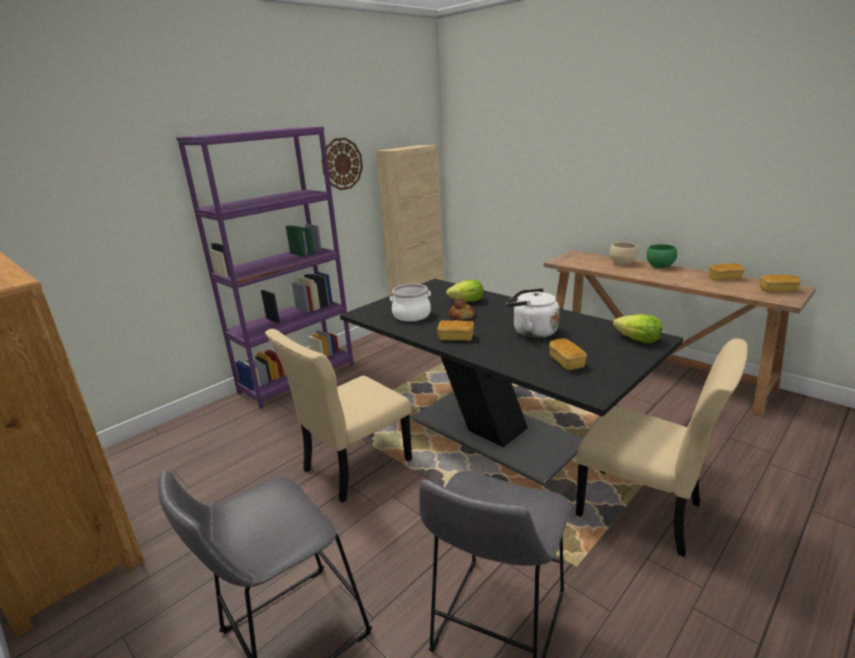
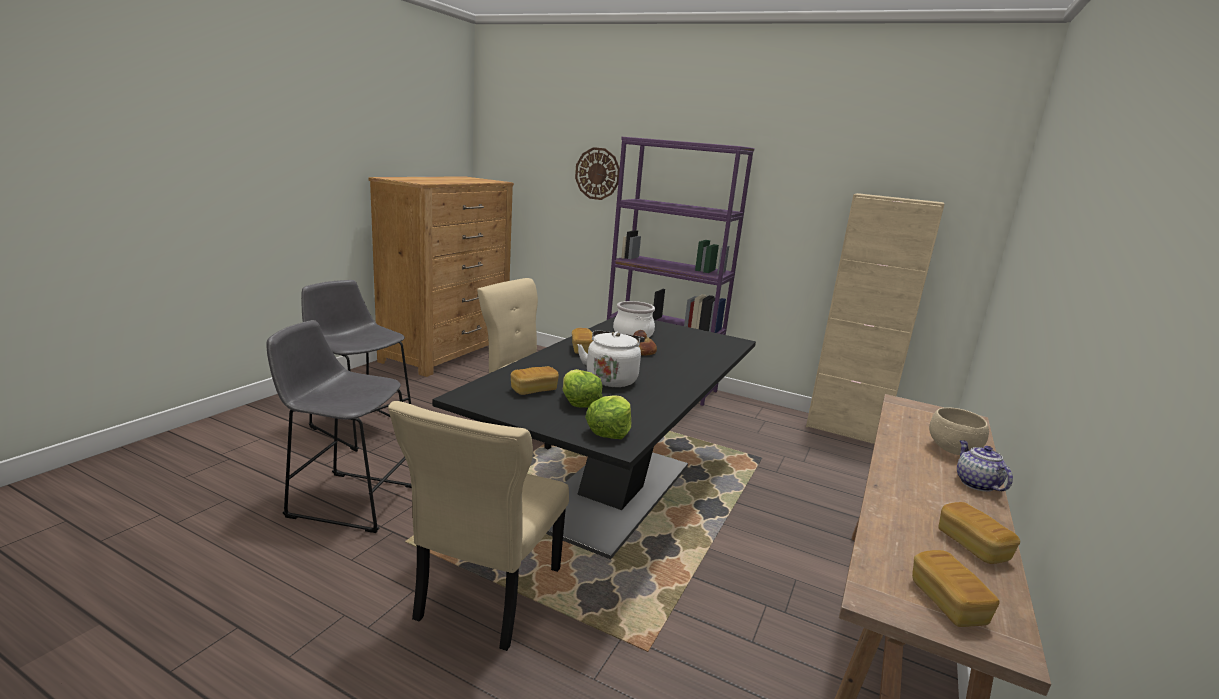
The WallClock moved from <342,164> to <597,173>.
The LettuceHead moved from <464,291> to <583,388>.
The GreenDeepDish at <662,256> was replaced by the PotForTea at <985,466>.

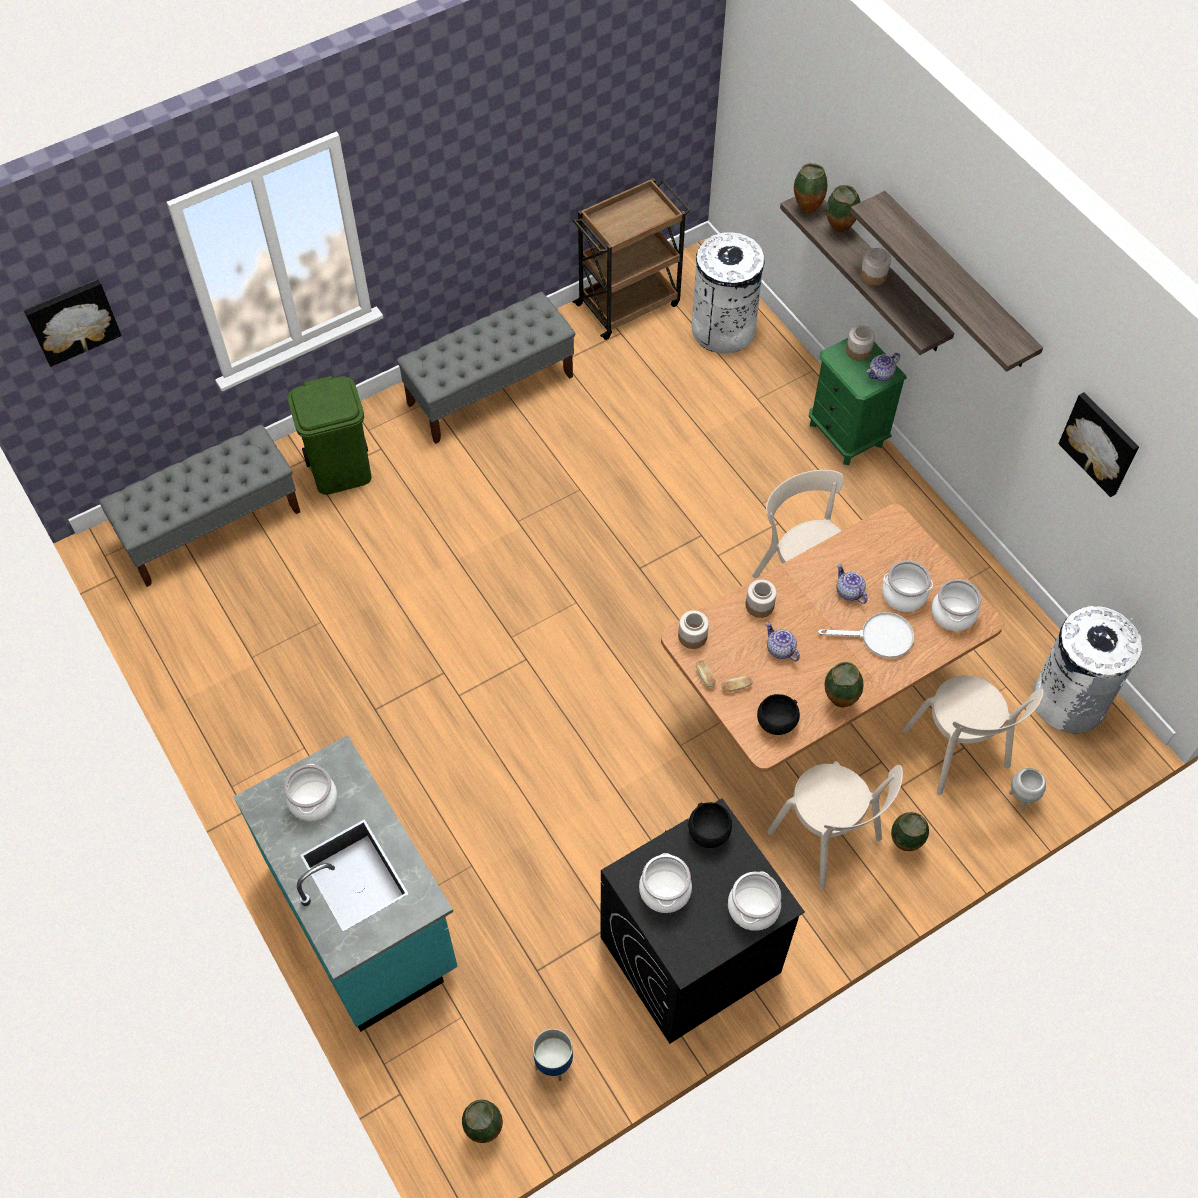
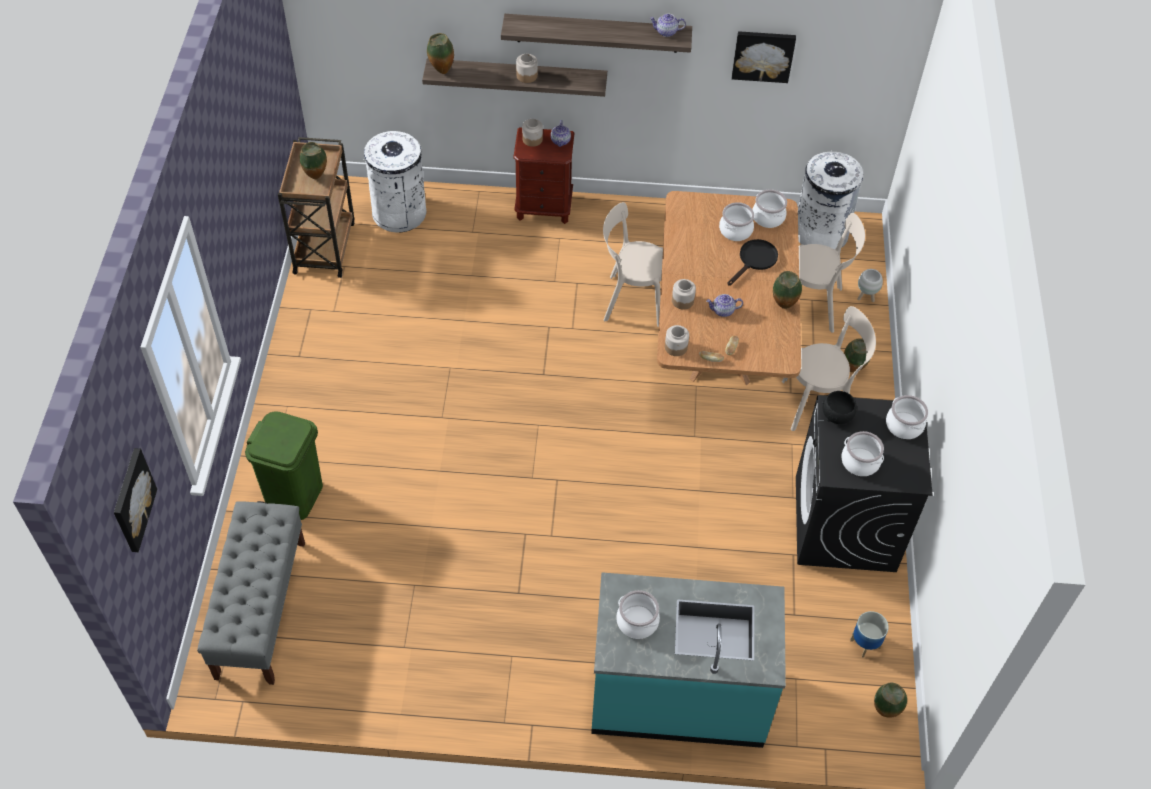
The GreyLongSeat at <486,368> disappeared.
The BlackColouredDeepDish at <778,714> disappeared.
The FlowerVase moved from <843,209> to <313,160>.
The PotForTea moved from <852,584> to <667,25>.
The GreenNightstand at <858,401> became the BrownColouredNightstand at <543,175>.
The WhiteColouredPan at <866,635> became the BlackColouredPan at <753,262>.

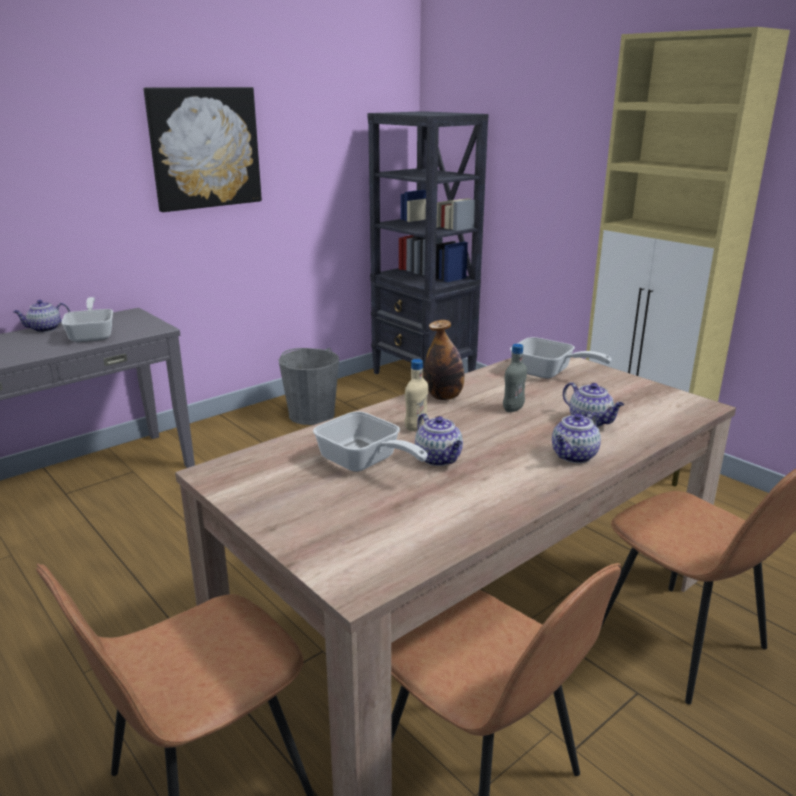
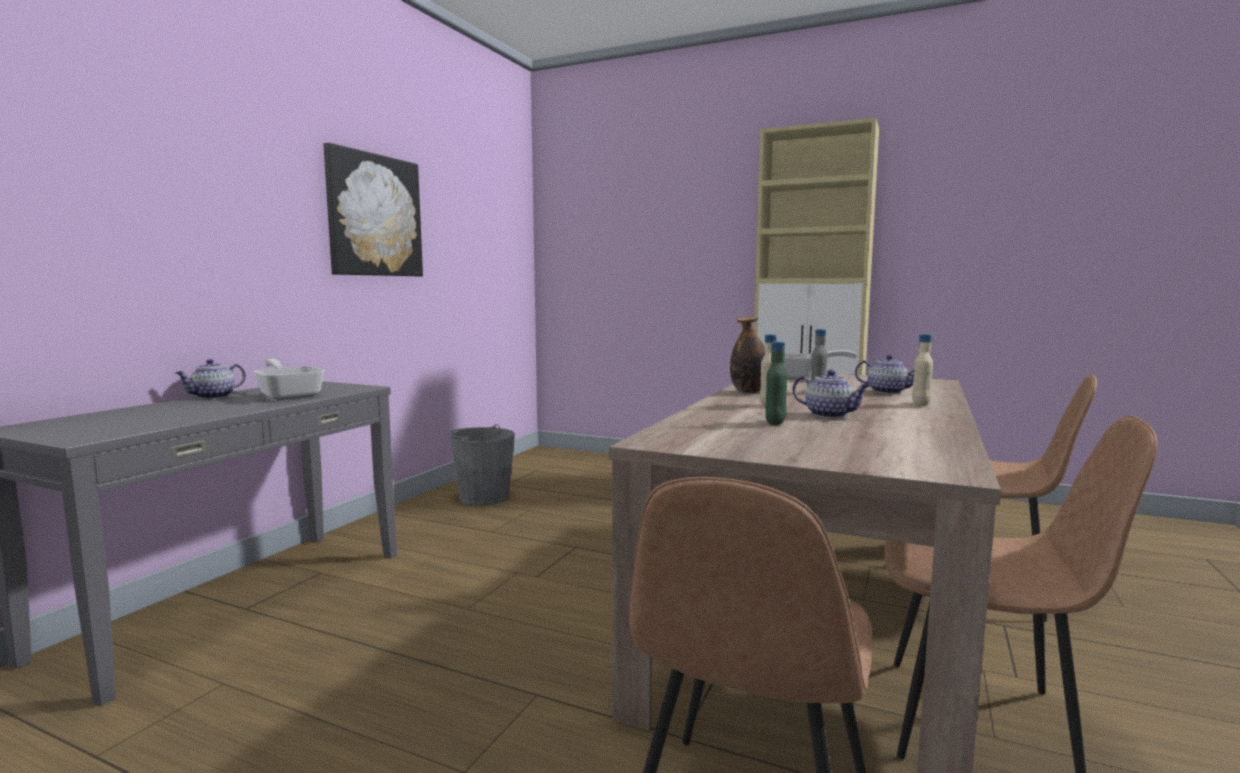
The BlackColouredBookshelf at <428,245> disappeared.
The Pan at <370,441> was replaced by the GreenBeverageBottle at <776,383>.
The PotForTea at <576,437> was replaced by the BeigeColouredBeverageBottle at <922,370>.

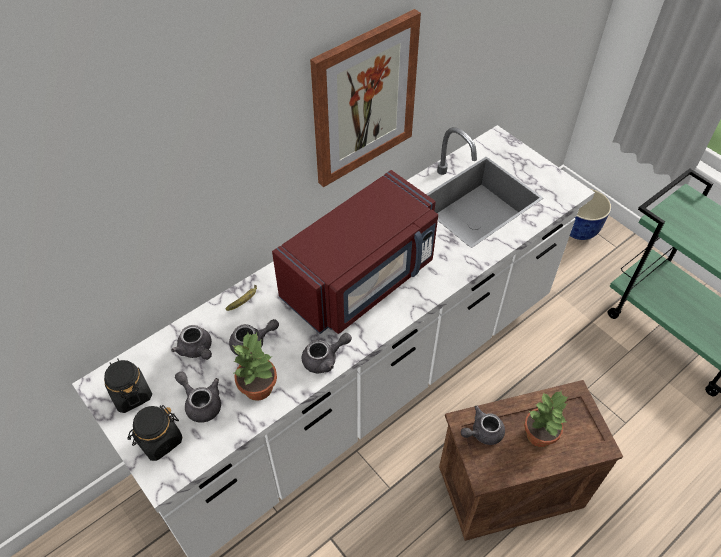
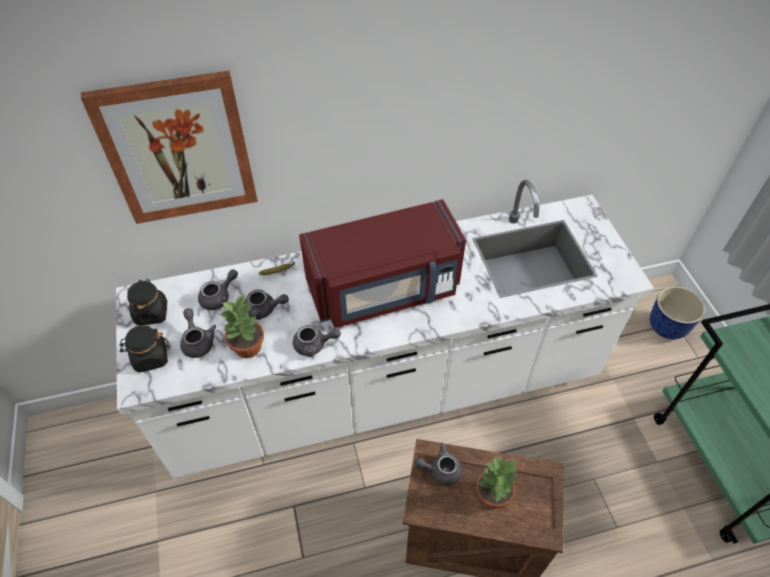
The WallArt moved from <365,98> to <169,147>.
The GreyPotForTea at <191,342> turned 120 degrees counterclockwise.

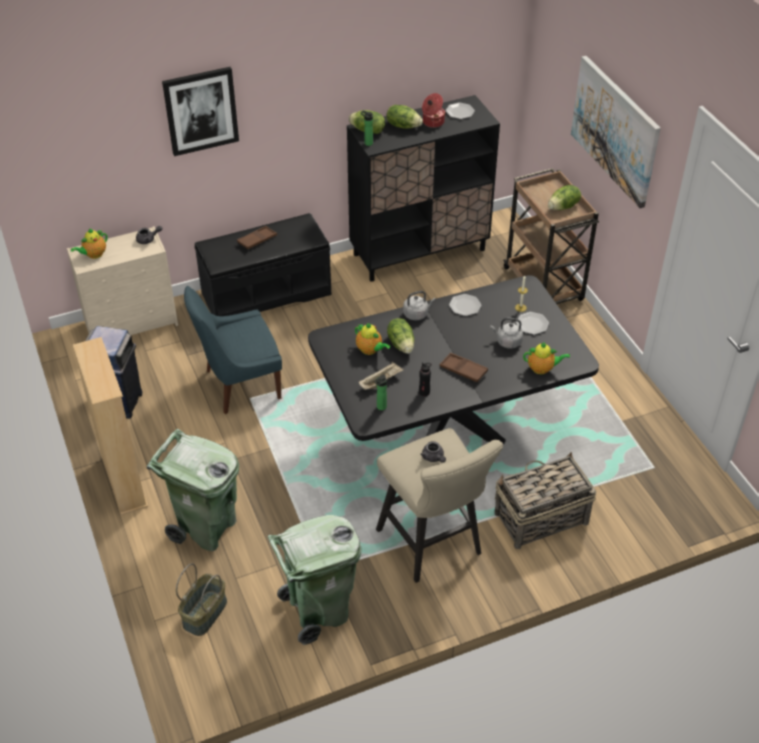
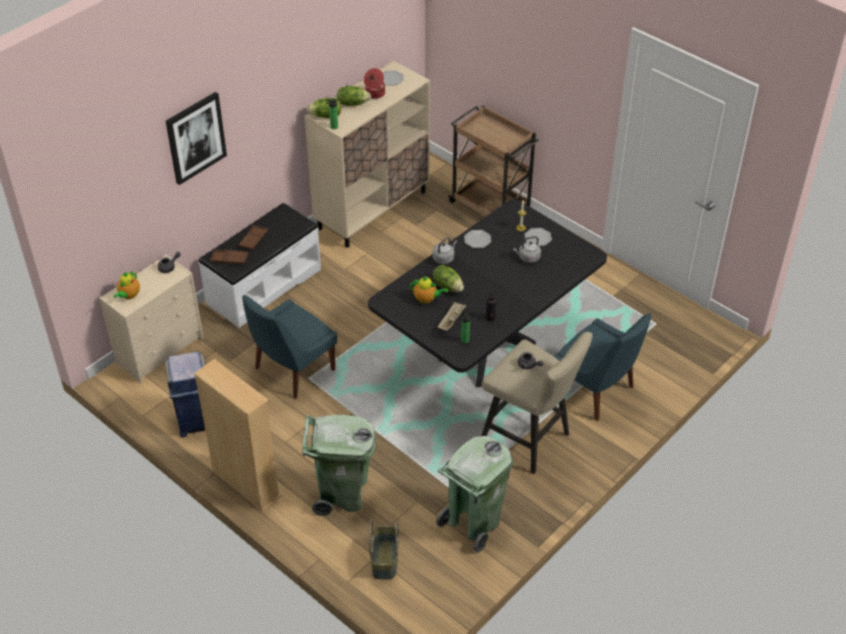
The PotForTea at <546,358> disappeared.
The LettuceHead at <564,197> disappeared.
The WallArt at <616,132> disappeared.
The BrownColouredTray moved from <464,367> to <229,257>.
The Basket at <545,500> was replaced by the BluePlainChair at <602,367>.
The BlackColouredLongSeat at <262,264> became the WhiteColouredLongSeat at <259,265>.
The BlackColouredStorageCabinet at <423,188> became the BeigeColouredStorageCabinet at <367,154>.

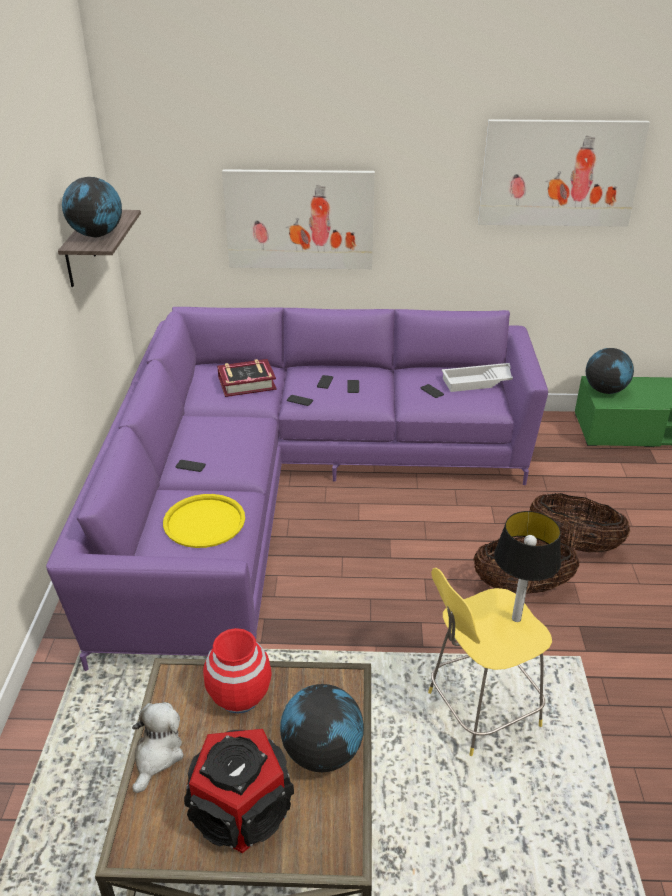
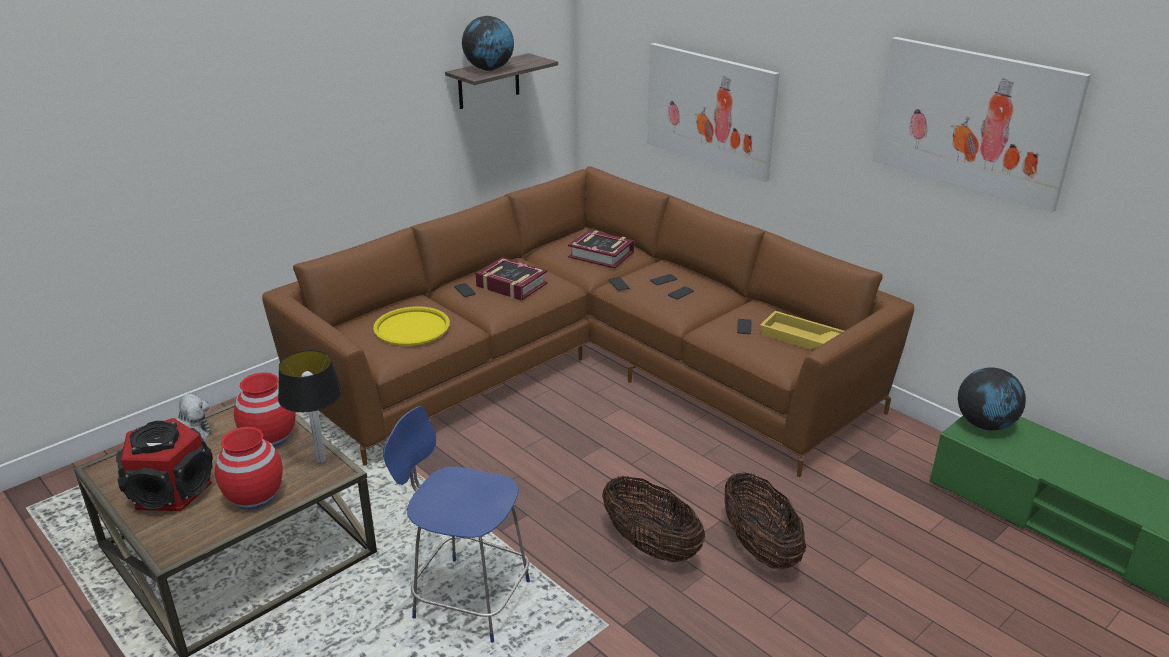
The BoundBook at <511,279> appeared.
The TabletopLamp moved from <527,566> to <310,406>.
The WorldGlobe at <322,728> was replaced by the RedColouredFlowerVase at <249,468>.
The PurpleSofa at <297,489> became the BrownColouredSofa at <588,321>.
The YellowishSittingStool at <490,662> became the BlueSittingStool at <456,524>.
The WhiteColouredTray at <477,377> became the YellowishTray at <802,330>.

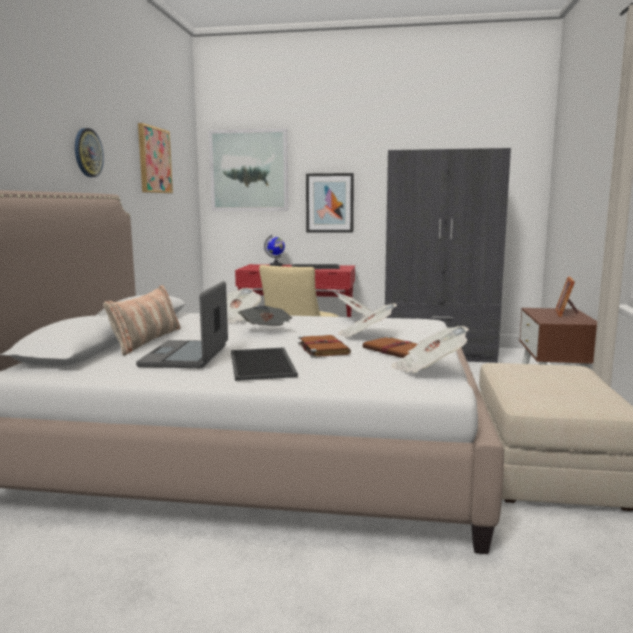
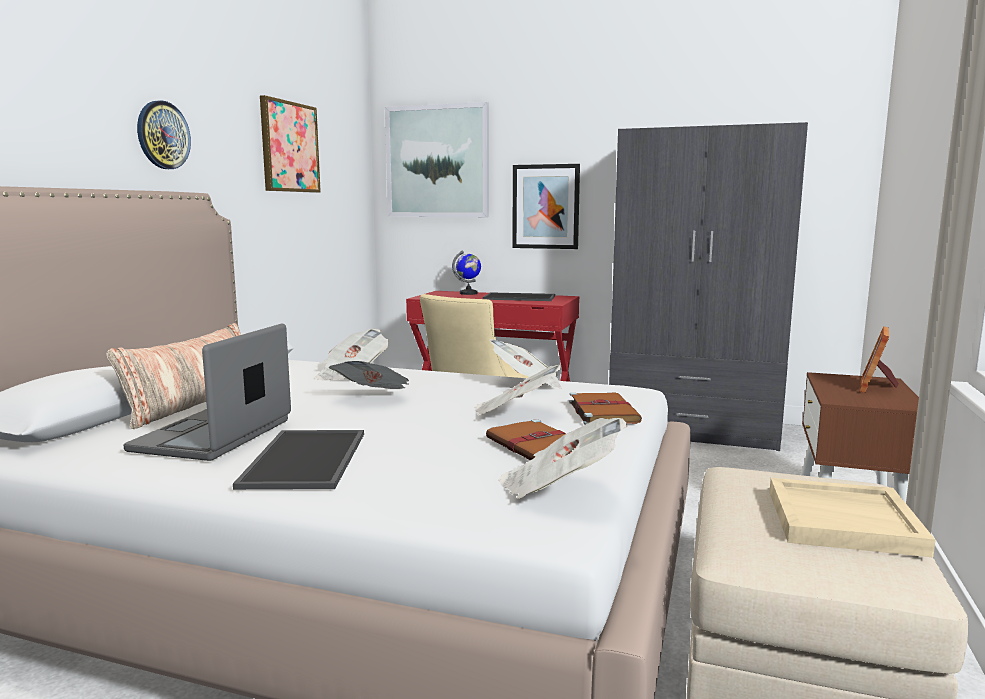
The BeigeColouredTray at <852,517> appeared.
The BrownColouredBoundBook moved from <324,346> to <605,408>.

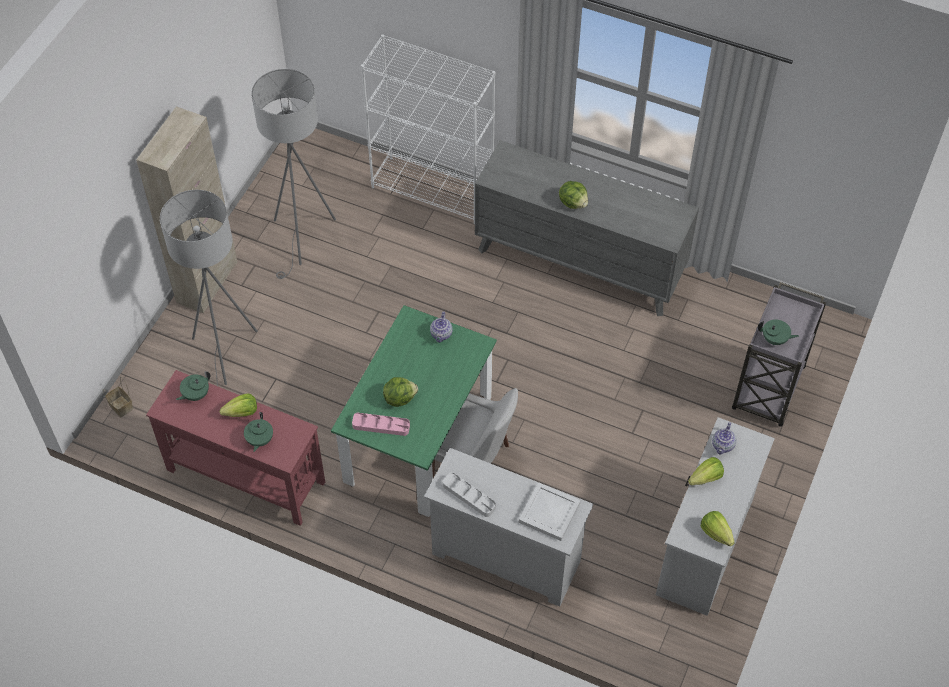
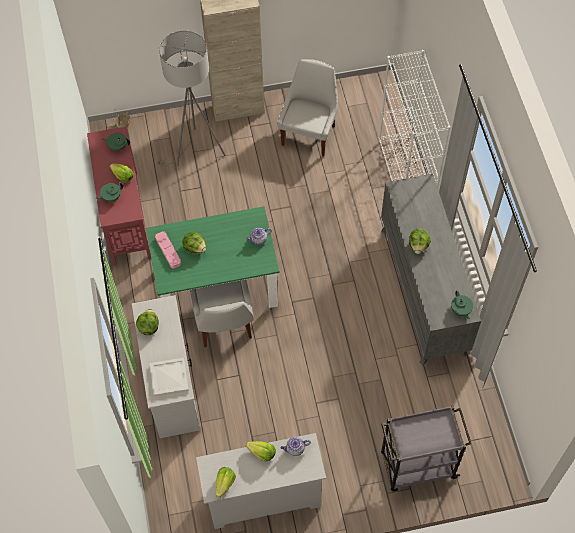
The GreenPotForTea moved from <778,332> to <462,305>.
The GreyFloorLamp at <293,174> was replaced by the WhiteColouredPlainChair at <307,107>.
The GreyTray at <469,495> was replaced by the LettuceHead at <147,322>.

